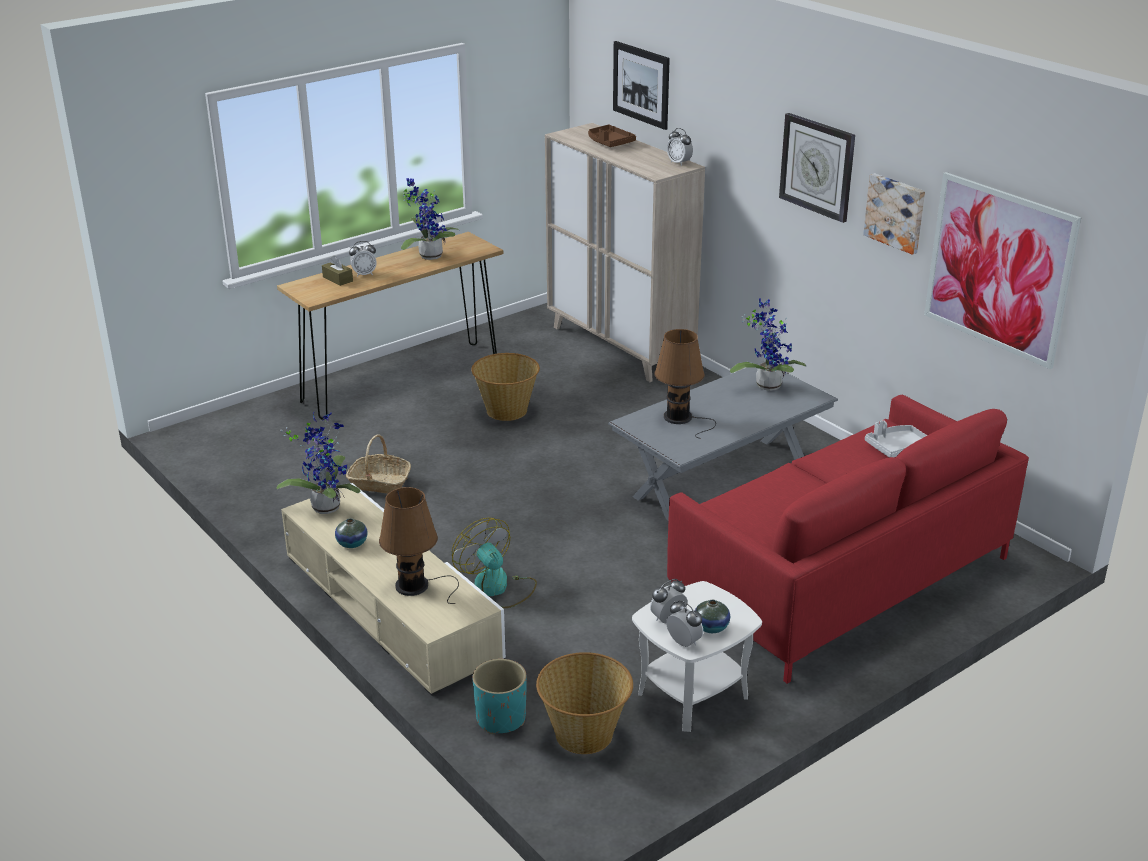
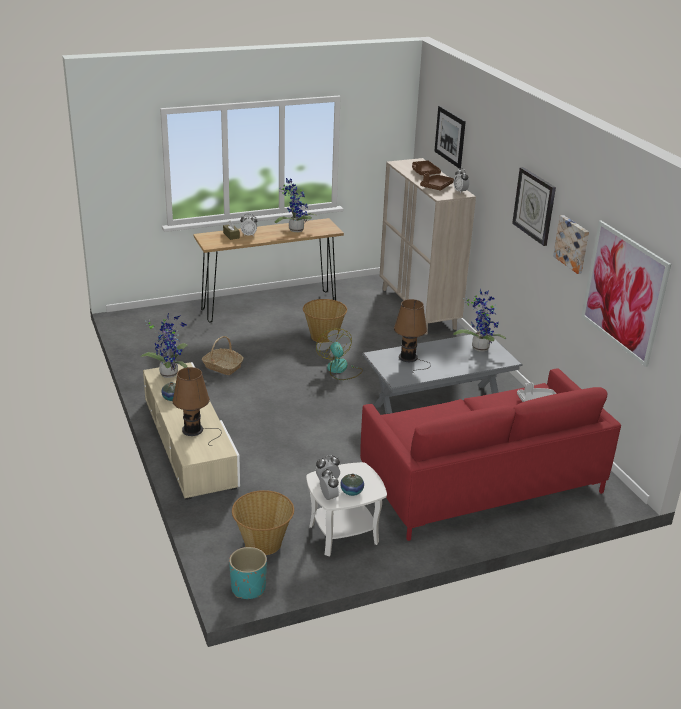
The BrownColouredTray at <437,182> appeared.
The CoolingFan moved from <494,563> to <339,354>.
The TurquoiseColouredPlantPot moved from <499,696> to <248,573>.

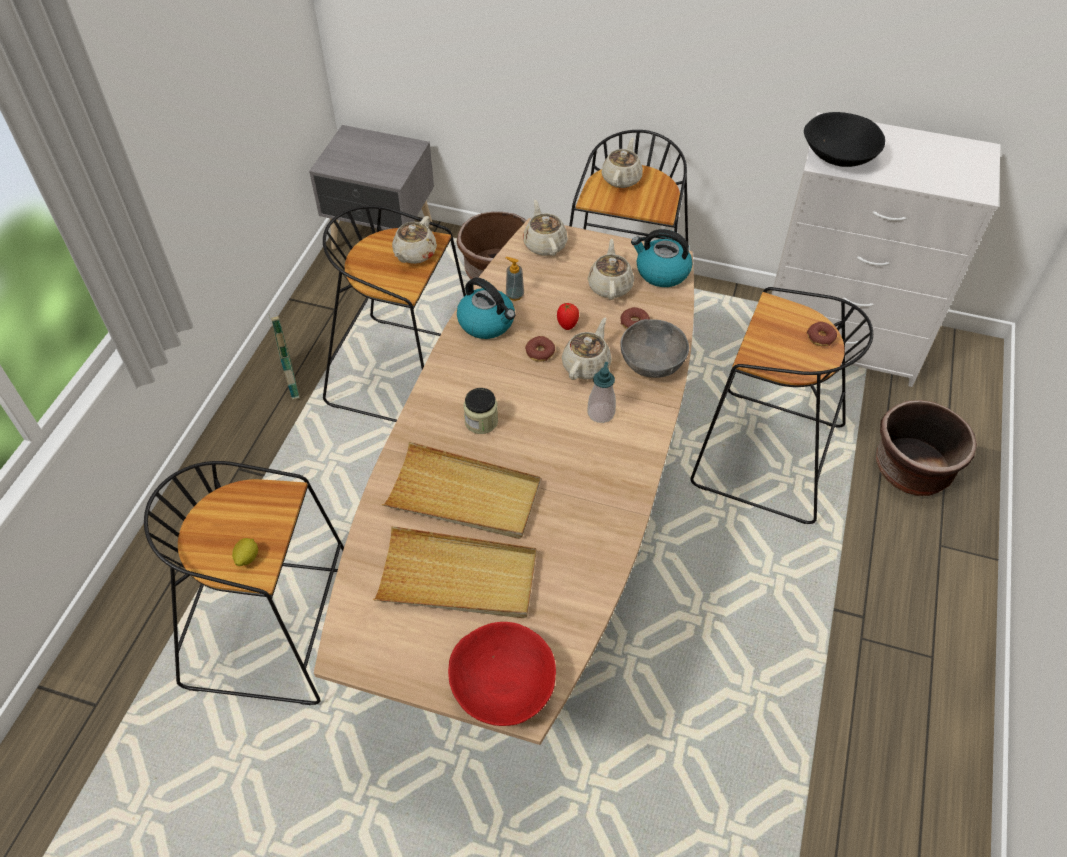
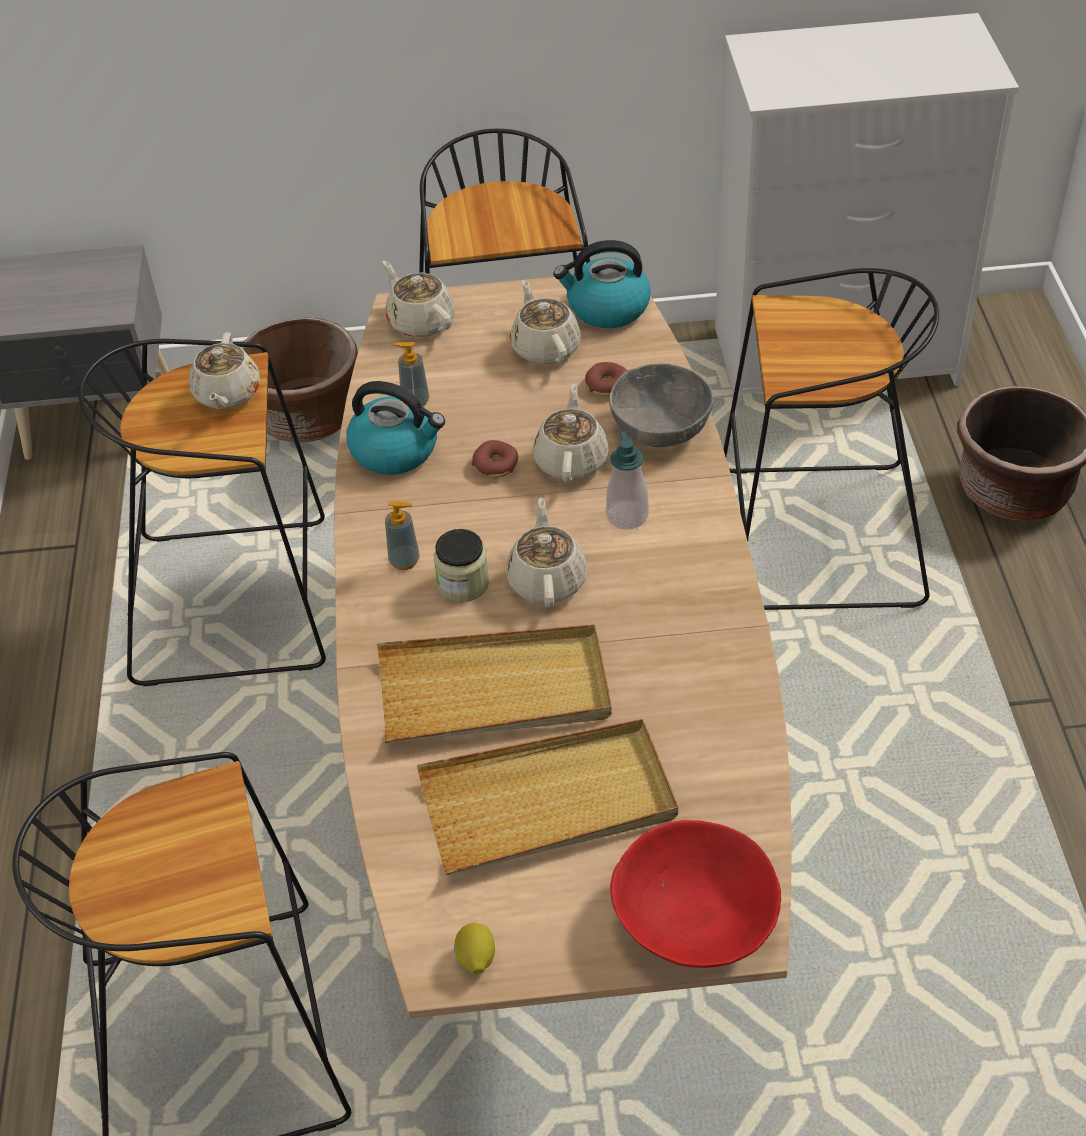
The Basket at <284,356> disappeared.
The WholeTomato at <568,316> disappeared.
The BlackColouredDeepDish at <844,139> disappeared.
The RingDoughnut at <822,334> disappeared.
The SoapDispenser at <402,535> appeared.
The Lemon moved from <245,552> to <474,948>.
The BeigeColouredPotForTea moved from <622,163> to <546,553>.

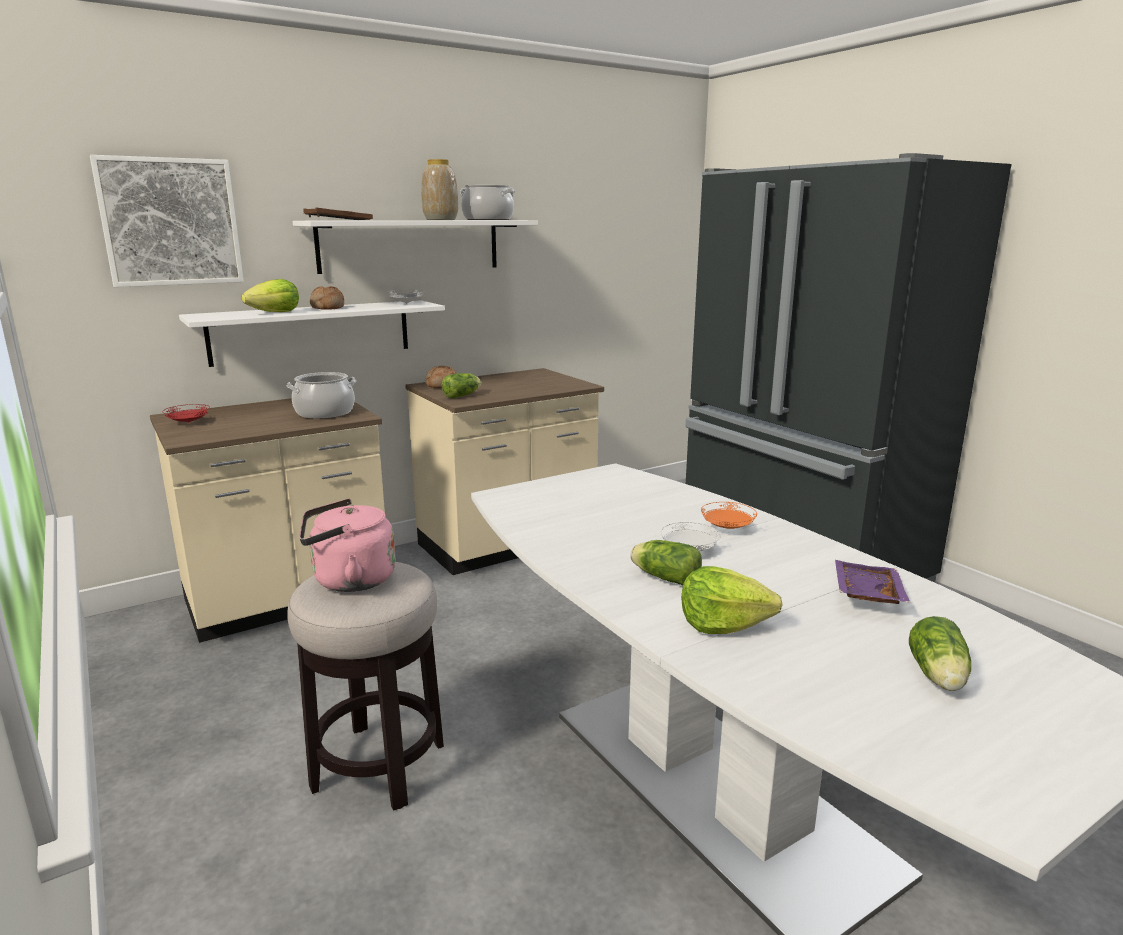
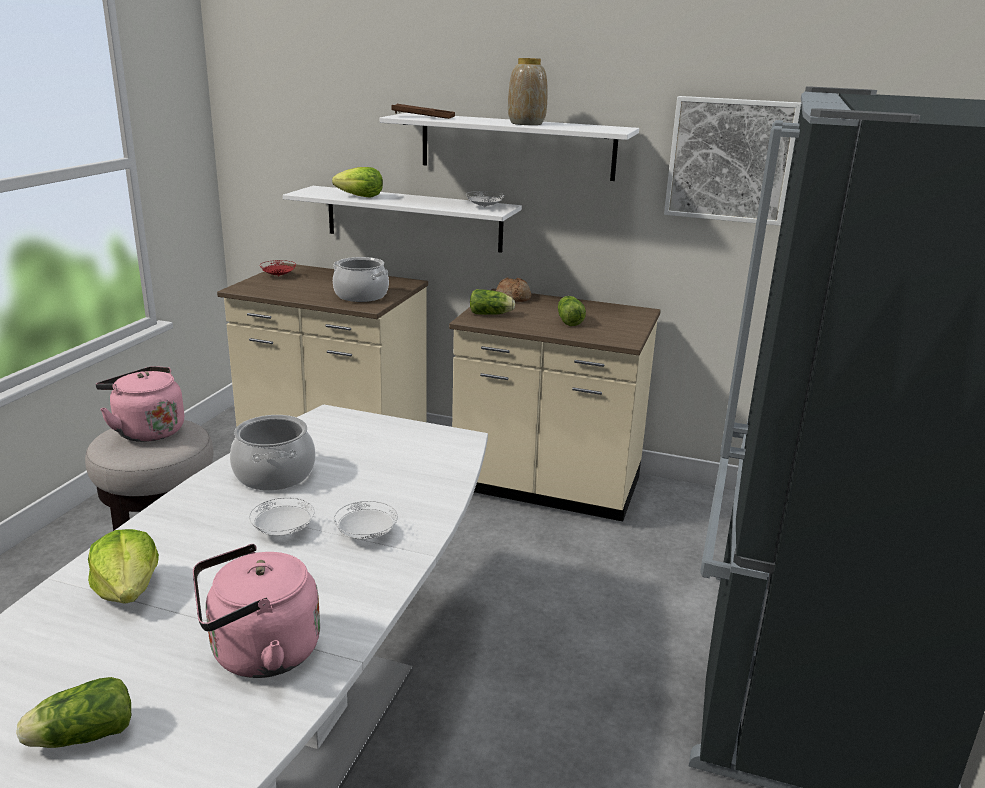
The BakeryBread at <327,298> disappeared.
The WallArt moved from <167,221> to <732,161>.
The Stockpot moved from <487,202> to <272,453>.
The LettuceHead moved from <666,562> to <572,311>.
The PurpleTray at <872,582> was replaced by the PinkWaterKettle at <256,611>.
The OrangeFlatDish at <729,515> became the WhiteColouredFlatDish at <366,520>.

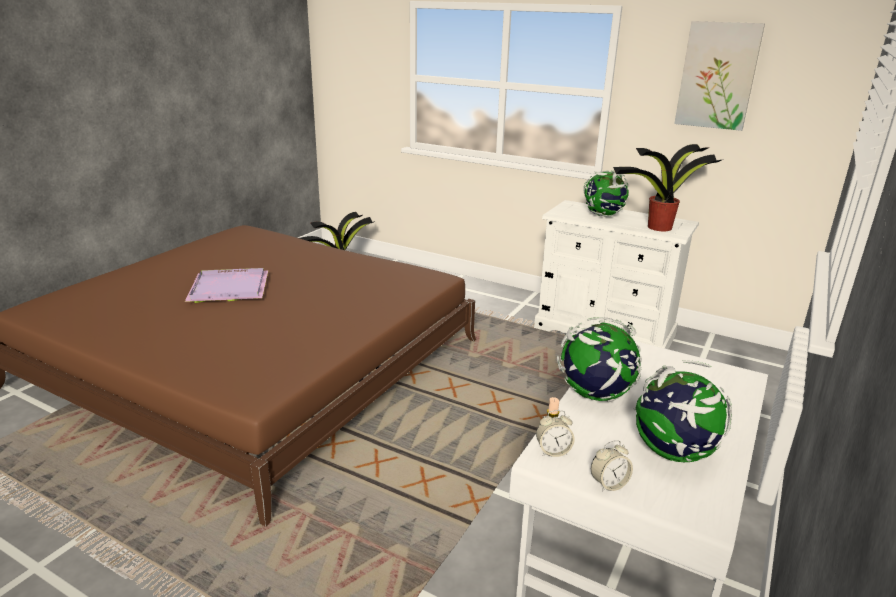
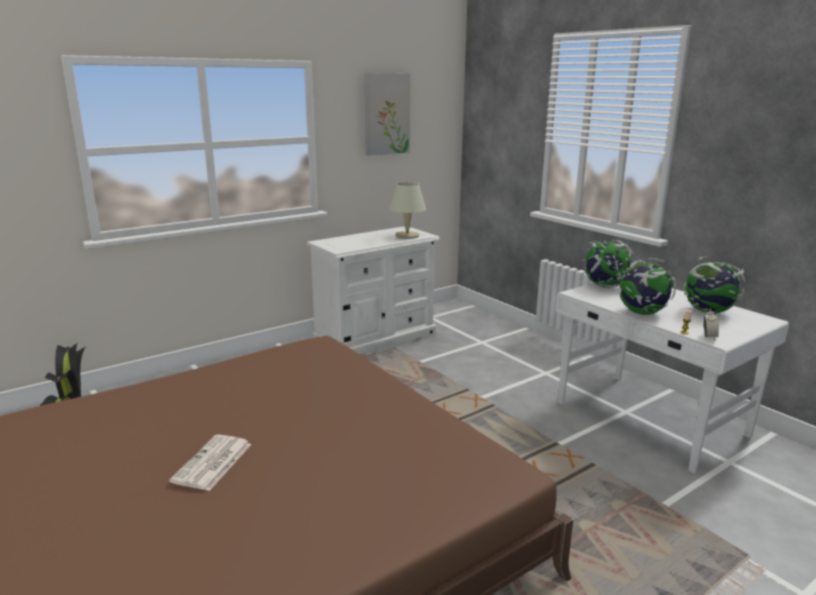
The BedsideClock at <612,466> disappeared.
The WorldGlobe moved from <606,193> to <608,264>.
The PurpleTray at <226,285> was replaced by the PrintedPaper at <210,463>.
The PottedPlant at <667,187> was replaced by the BeigeColouredTabletopLamp at <407,210>.

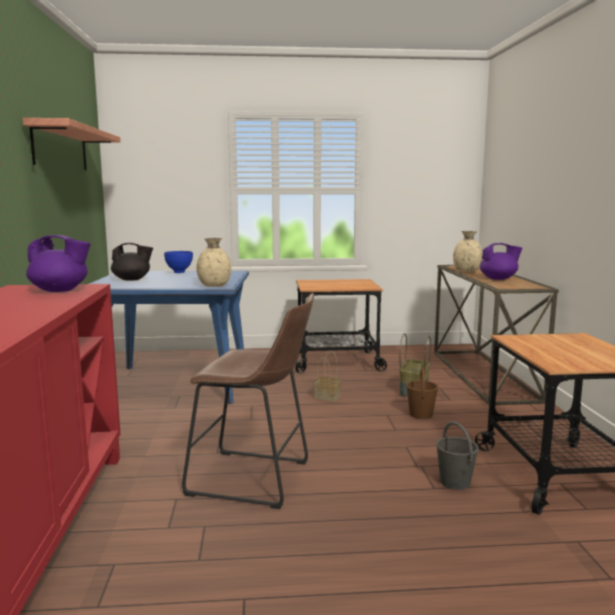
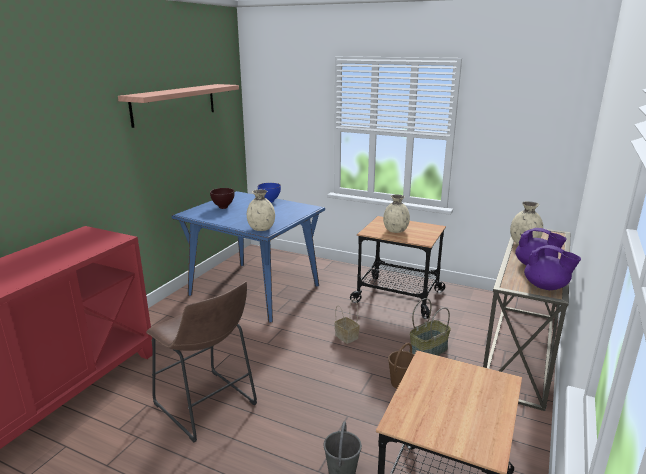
The BeigeColouredFlowerVase at <396,213> appeared.
The PurplePotForTea moved from <58,263> to <552,267>.
The BlackColouredPotForTea at <132,262> was replaced by the BrownColouredDeepDish at <222,198>.

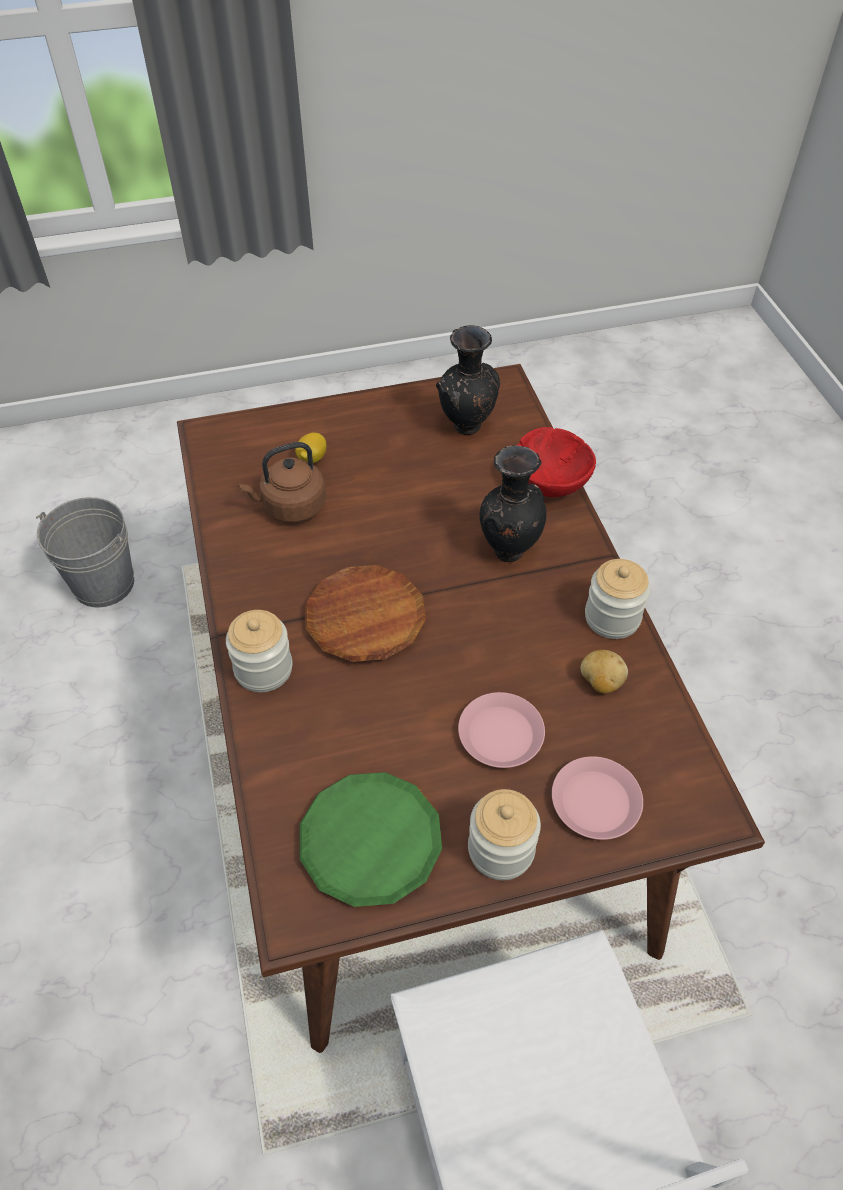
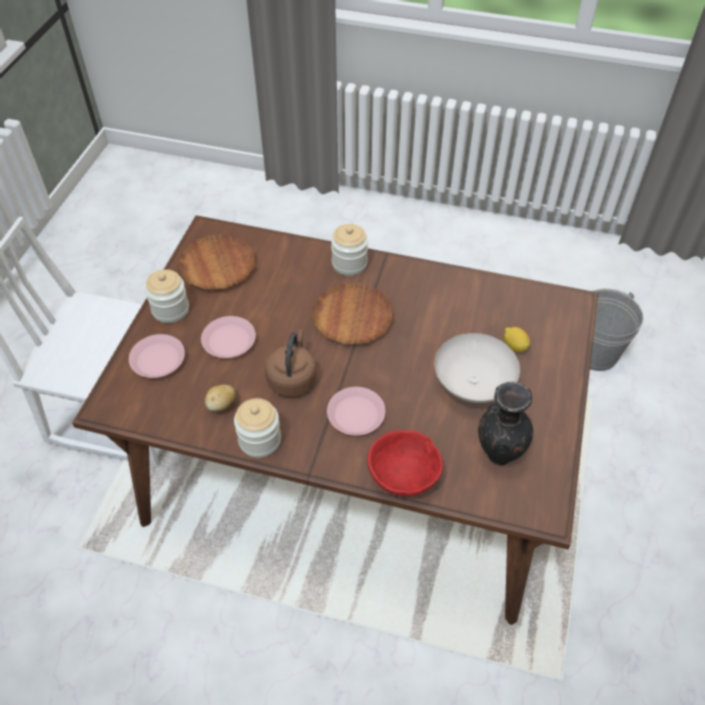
The WhiteColouredDeepDish at <477,368> appeared.
The BrownColouredWaterKettle moved from <282,482> to <290,363>.
The BlackColouredFlowerVase at <513,503> was replaced by the PinkFlatDish at <356,411>.
The GreenFlatDish at <371,839> became the BrownColouredFlatDish at <216,262>.

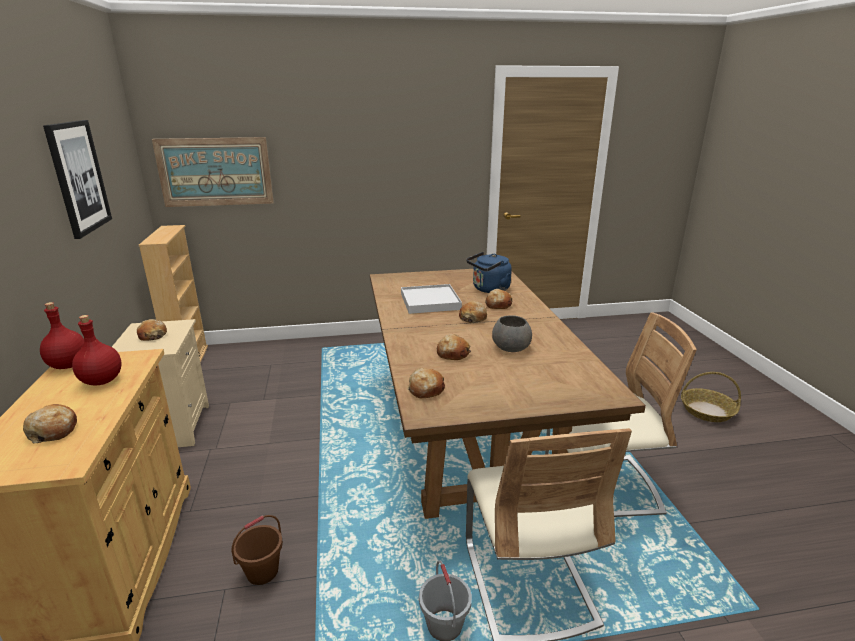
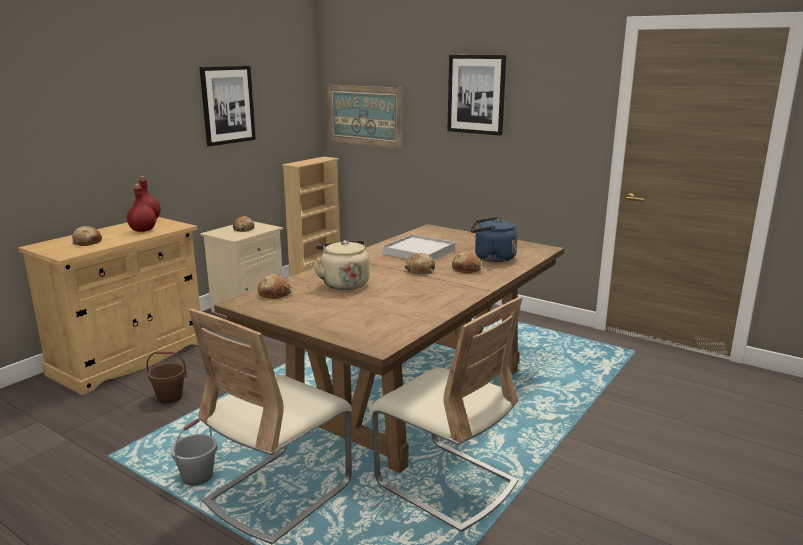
The GreyDeepDish at <512,333> disappeared.
The Basket at <711,397> disappeared.
The WallArt at <476,95> appeared.
The BakeryBread at <454,347> was replaced by the BeigeColouredWaterKettle at <340,265>.

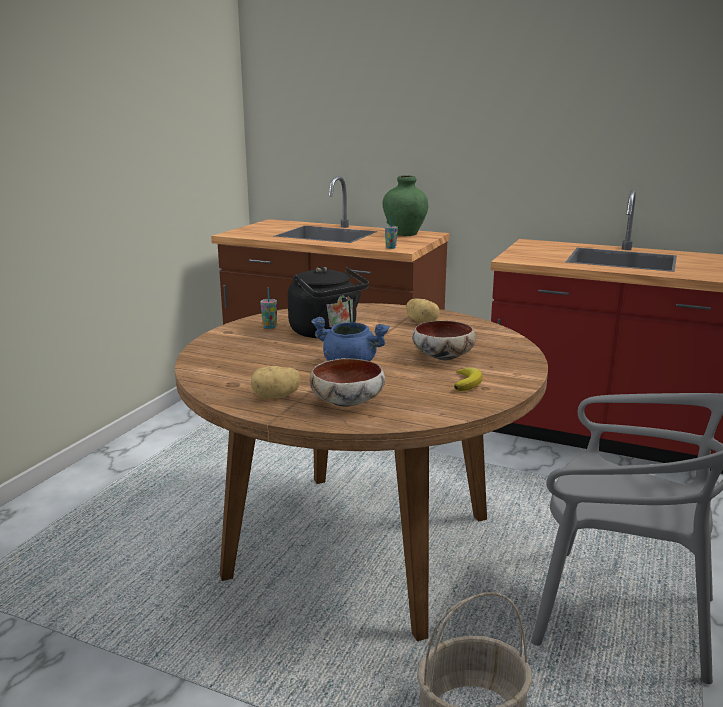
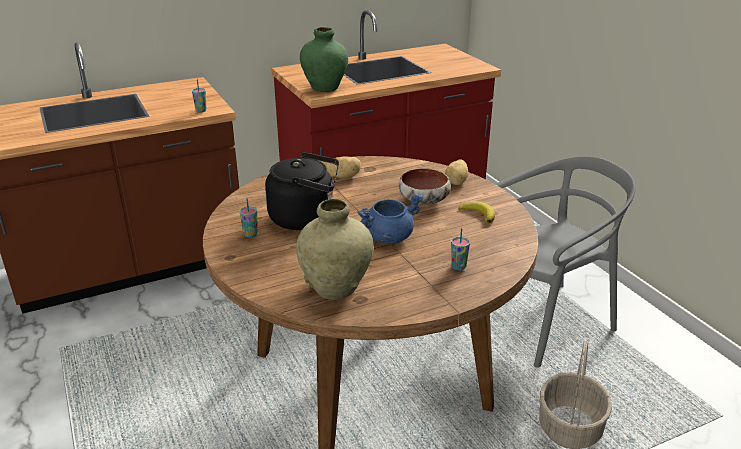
The BeigeColouredFlowerVase at <335,249> appeared.
The WholePotato moved from <276,382> to <456,172>.
The GreenFlowerVase moved from <405,205> to <324,59>.
The DeepDish at <347,382> was replaced by the Cup at <460,249>.

